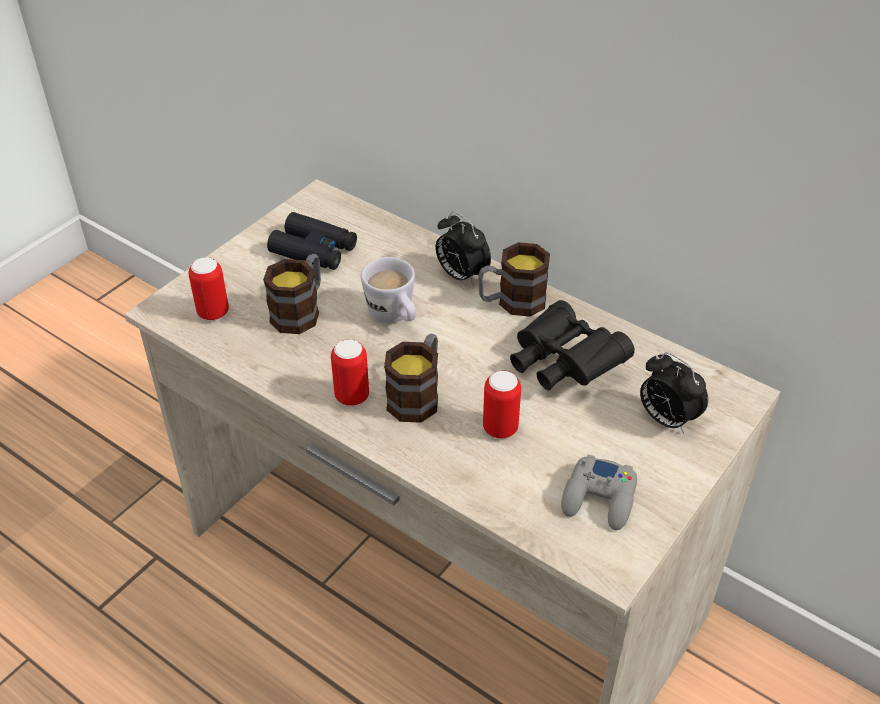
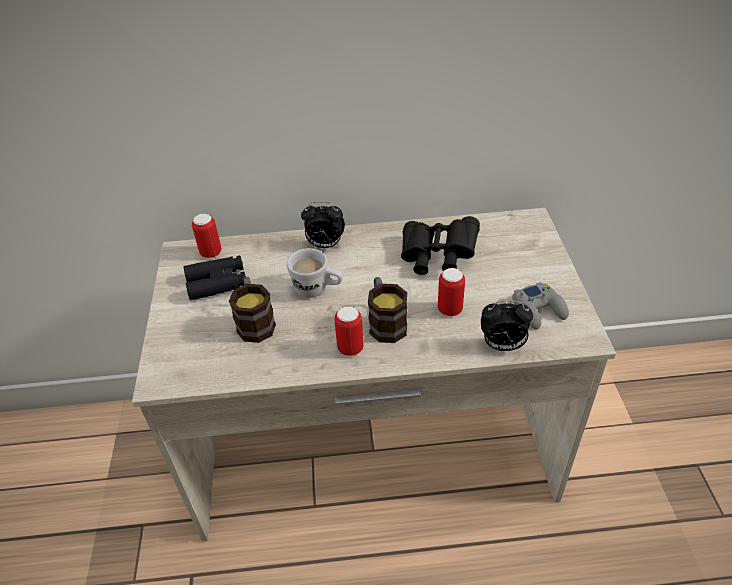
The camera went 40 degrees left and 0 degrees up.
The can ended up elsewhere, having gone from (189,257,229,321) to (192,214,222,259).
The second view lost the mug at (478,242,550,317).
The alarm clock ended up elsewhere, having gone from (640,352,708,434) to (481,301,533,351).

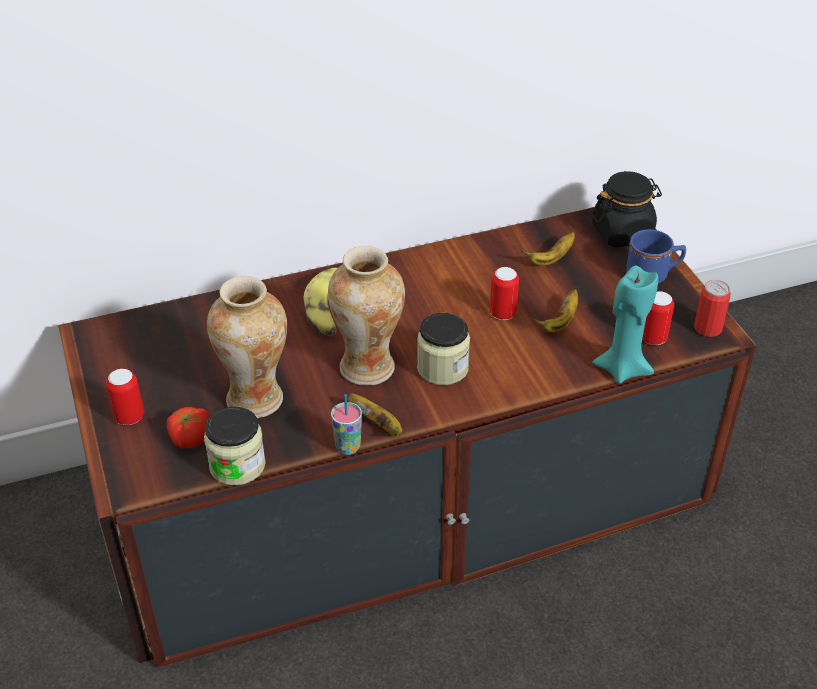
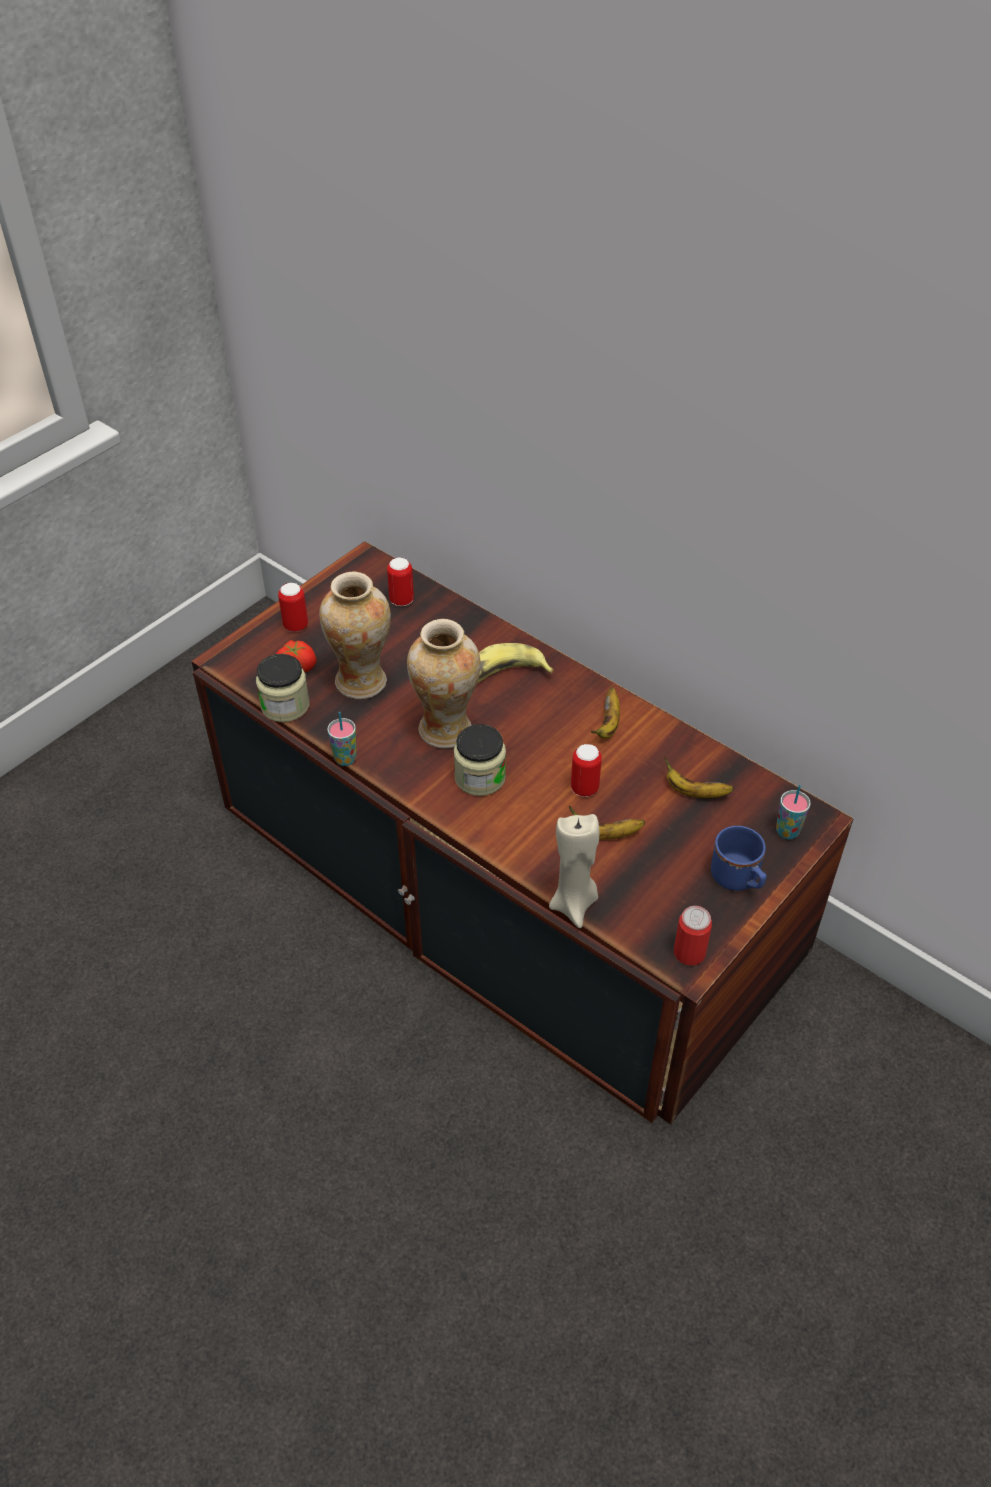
The camera went 60 degrees right and 5 degrees up.
The banana ended up elsewhere, having gone from (347,393,402,436) to (591,688,620,739).
Where the black jar stood at (592,171,662,247), the cup came to stand at (776,785,811,840).
What was the turquoise candle at (592,266,658,384) turned into the beige candle at (549,814,599,928).
The can ended up elsewhere, having gone from (642,291,674,345) to (387,558,414,606).

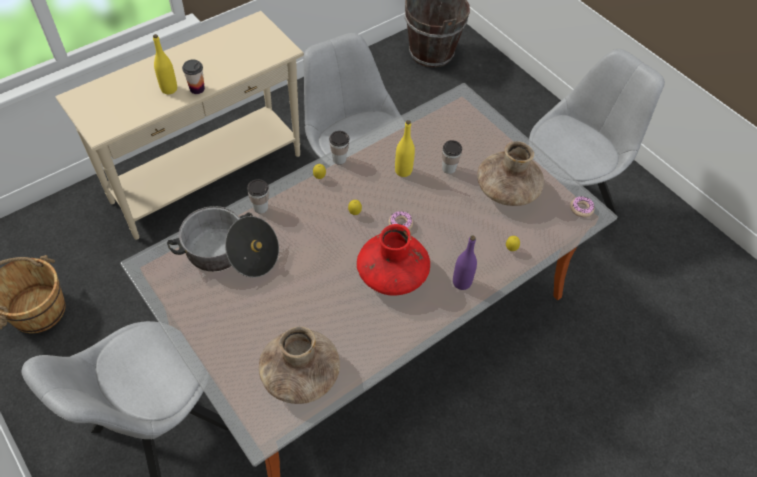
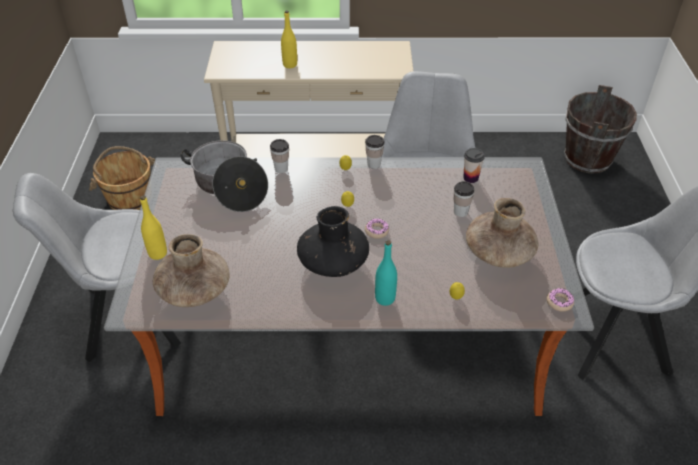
The camera went 40 degrees right and 10 degrees down.
The cup ended up elsewhere, having gone from (182,59,205,94) to (463,148,485,183).
What was the red vase at (357,224,430,296) turned into the black vase at (297,206,369,277).
The yellow bottle ended up elsewhere, having gone from (395,120,415,177) to (140,196,167,260).
What was the purple bottle at (453,236,477,290) turned into the turquoise bottle at (375,240,397,306).

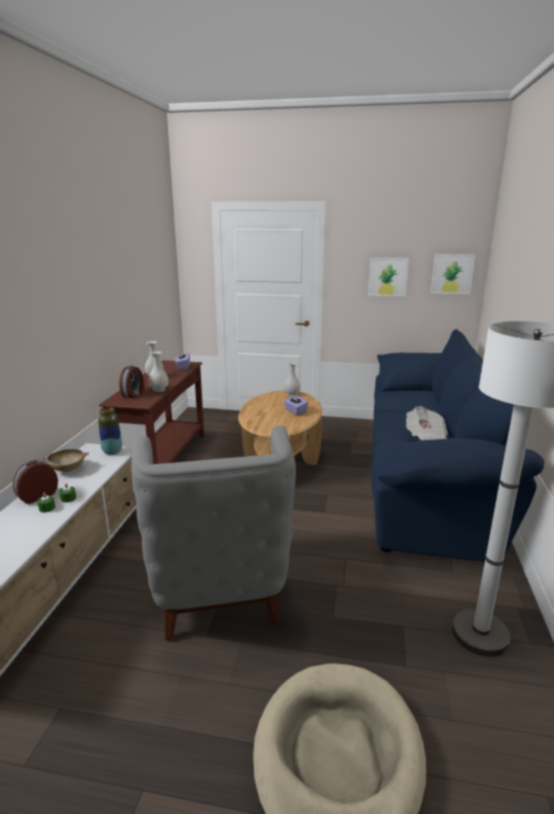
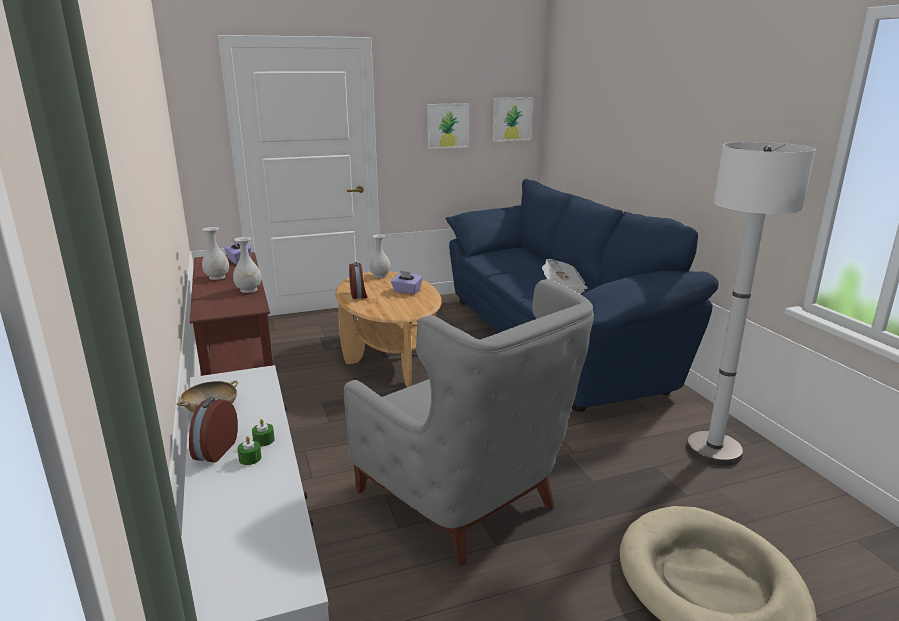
The camera went 30 degrees left and 0 degrees up.
The second view lost the vase at (98,407,122,455).
The alarm clock ended up elsewhere, having gone from (119,365,145,398) to (349,262,368,299).

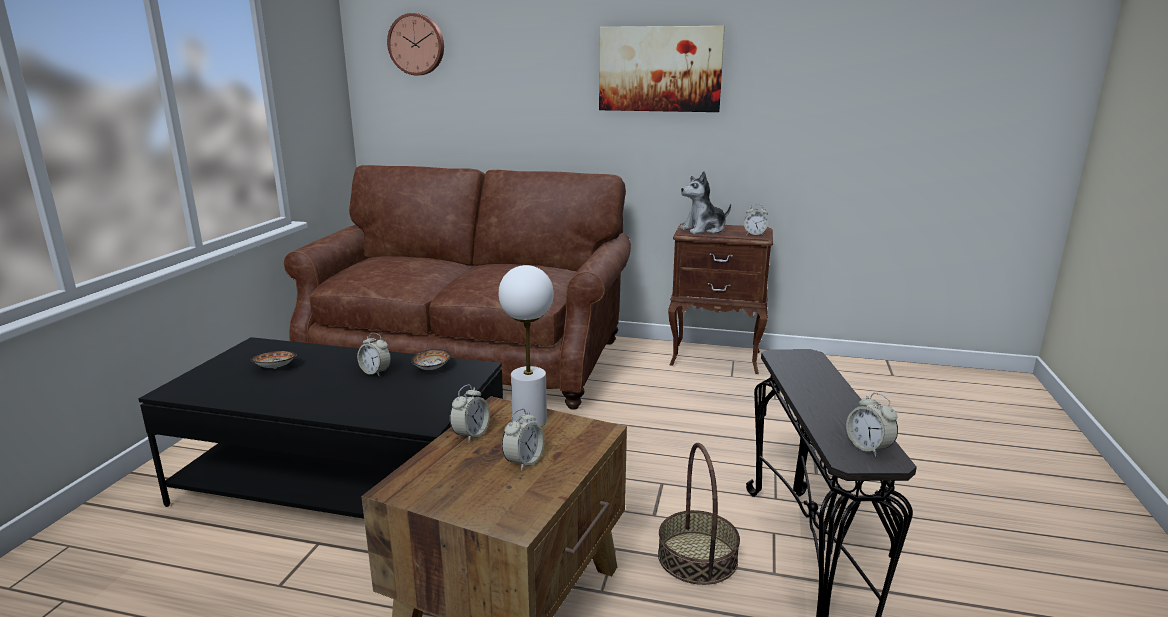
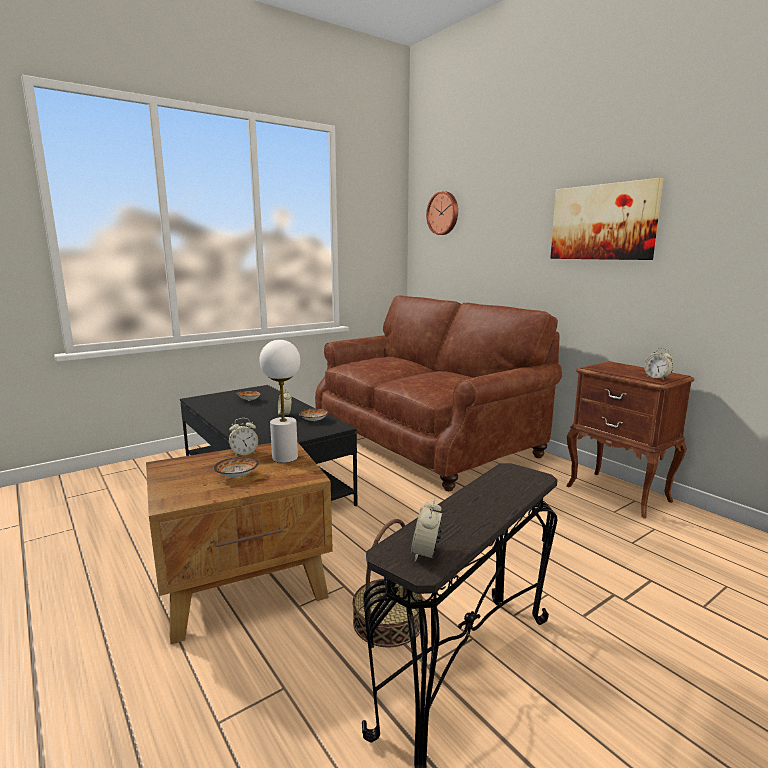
The camera went 40 degrees right and 5 degrees down.
Where the alarm clock stood at (502,408,545,471), the bowl came to stand at (214,457,259,477).
The second view lost the plush toy at (680,171,731,234).

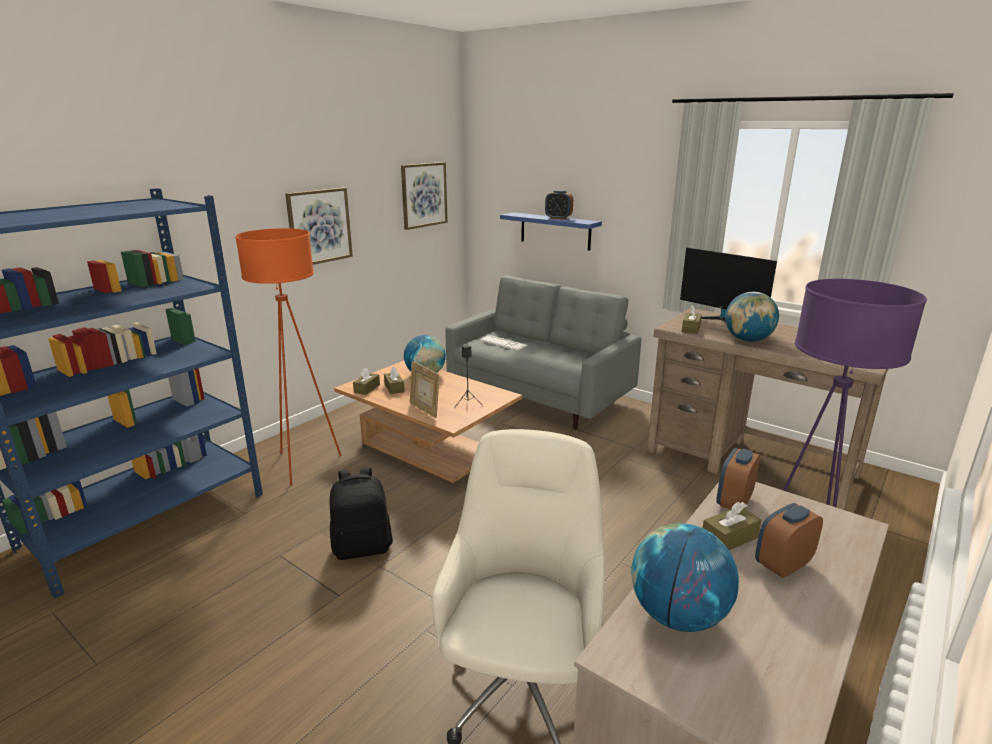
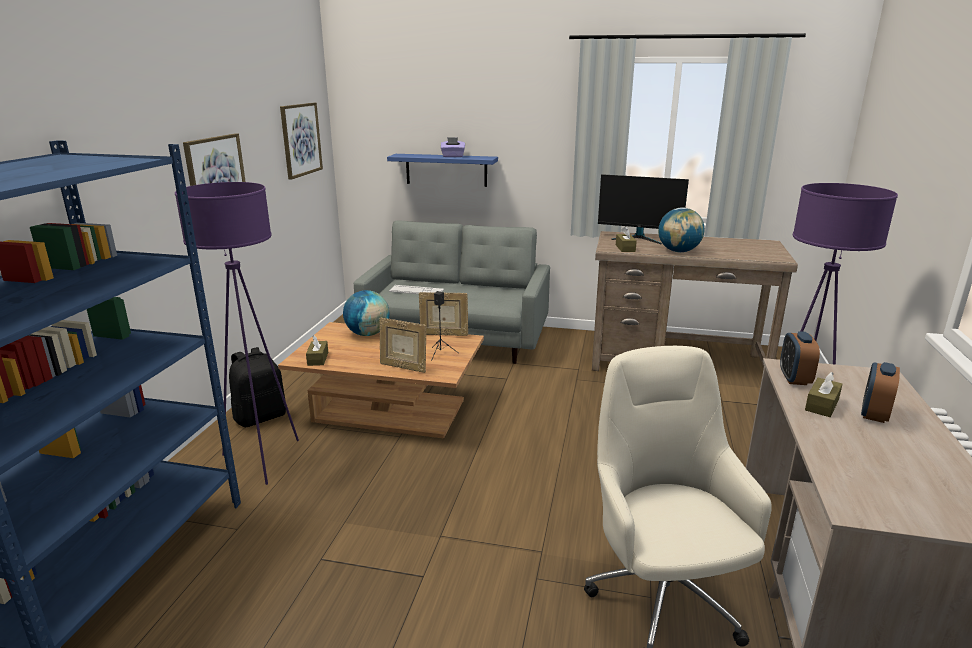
The camera went 25 degrees left and 0 degrees up.
What was the orange floor lamp at (235,228,341,485) turned into the purple floor lamp at (175,182,299,485).
The black backpack ended up elsewhere, having gone from (329,467,393,560) to (229,347,286,427).
The second view lost the brown tissue box at (384,367,405,394).
Where the alarm clock stood at (545,190,573,220), the purple tissue box came to stand at (441,137,465,157).
The second view lost the globe at (631,523,739,632).
The second view gained the picture frame at (419,292,468,336).

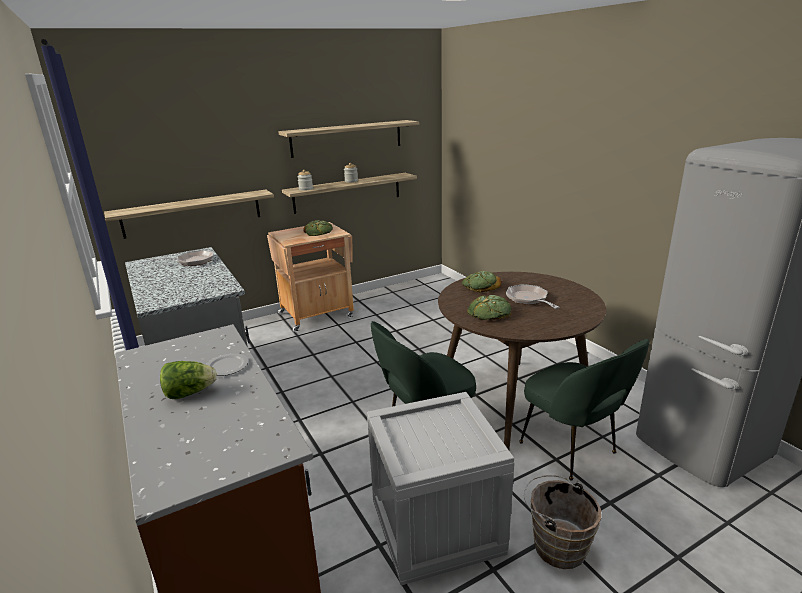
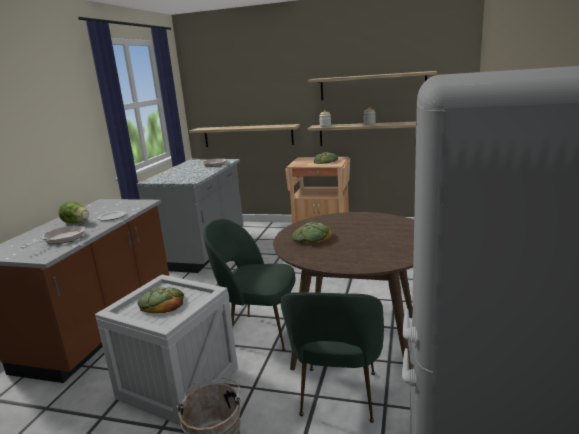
The camera went 45 degrees right and 5 degrees down.
The bread ended up elsewhere, having gone from (462,271,502,292) to (138,287,184,313).
The frying pan ended up elsewhere, having gone from (506,284,559,309) to (20,226,84,248).

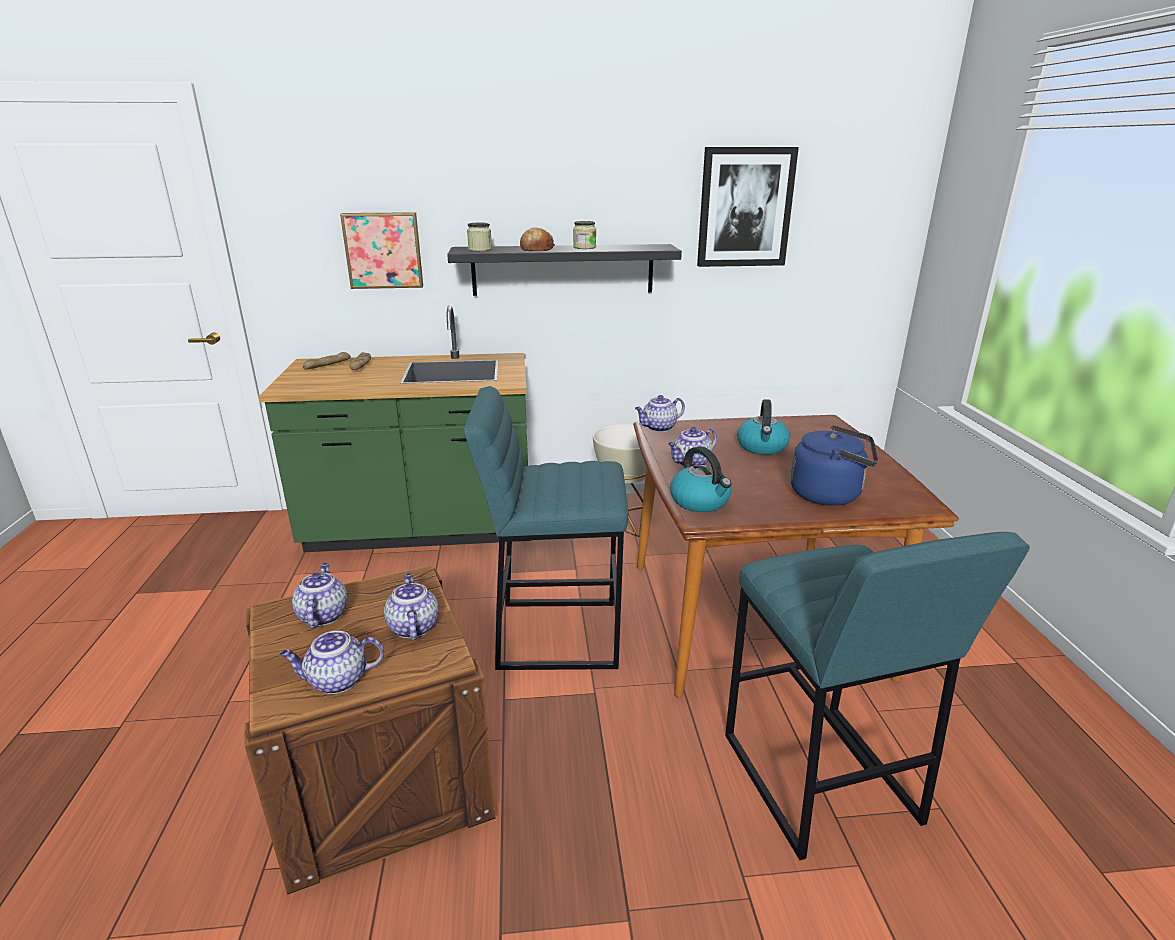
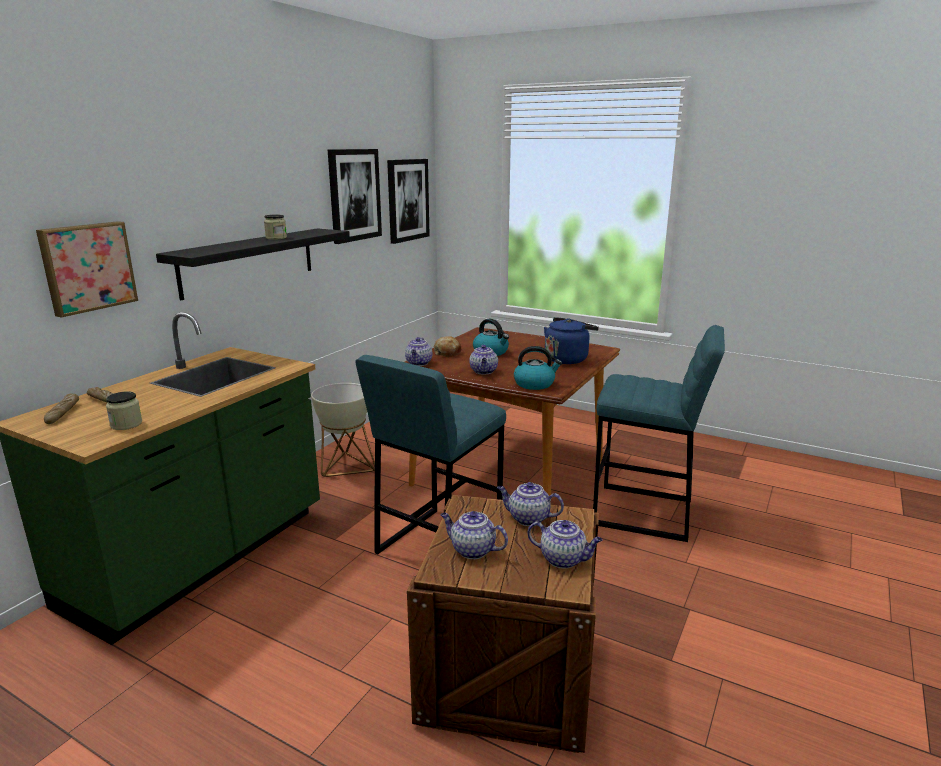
The camera went 55 degrees left and 5 degrees down.
The teapot at (280,631,384,694) ended up facing another way, 90 degrees counterclockwise from before.
The jar ended up elsewhere, having gone from (467,223,492,251) to (106,391,142,430).
The bread ended up elsewhere, having gone from (520,227,555,251) to (434,336,461,357).
The second view gained the picture at (387,159,430,244).

